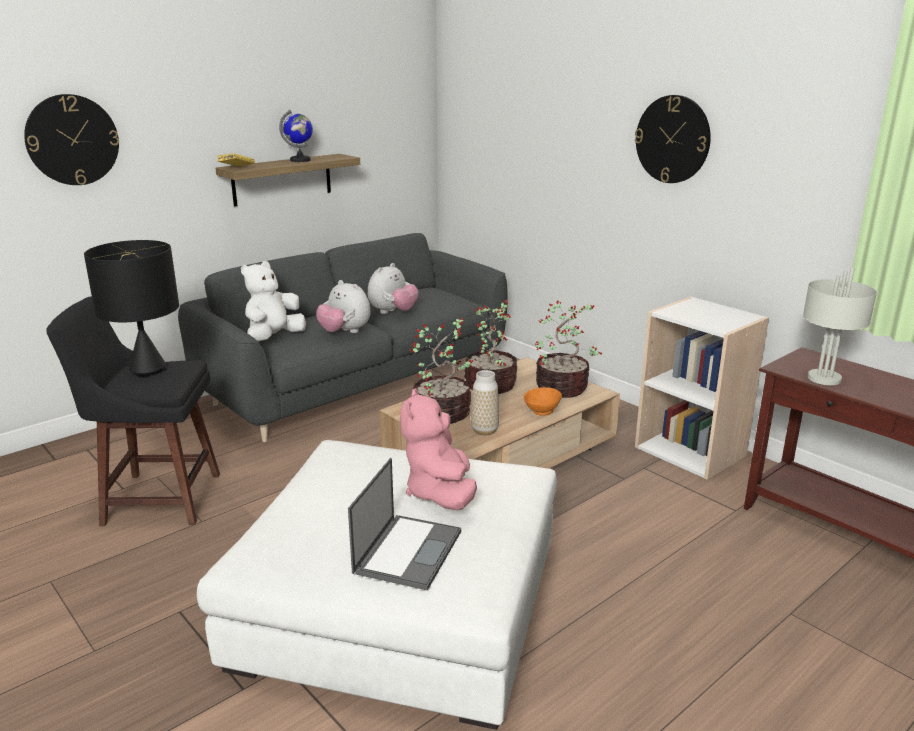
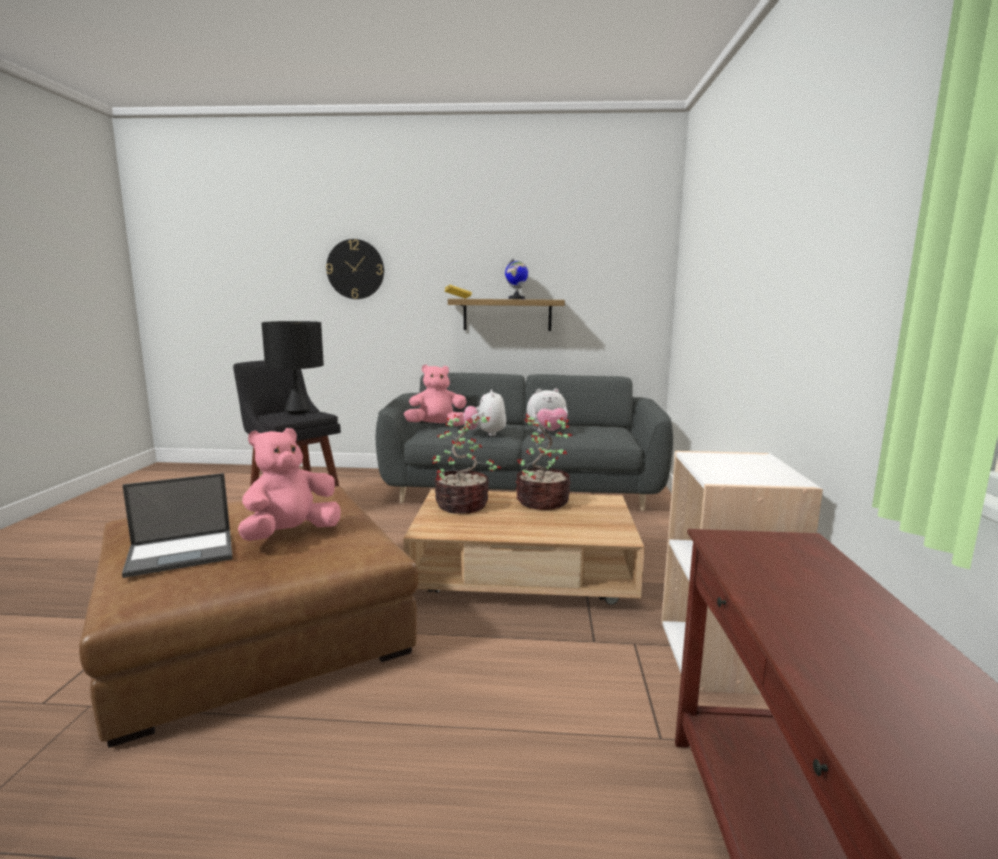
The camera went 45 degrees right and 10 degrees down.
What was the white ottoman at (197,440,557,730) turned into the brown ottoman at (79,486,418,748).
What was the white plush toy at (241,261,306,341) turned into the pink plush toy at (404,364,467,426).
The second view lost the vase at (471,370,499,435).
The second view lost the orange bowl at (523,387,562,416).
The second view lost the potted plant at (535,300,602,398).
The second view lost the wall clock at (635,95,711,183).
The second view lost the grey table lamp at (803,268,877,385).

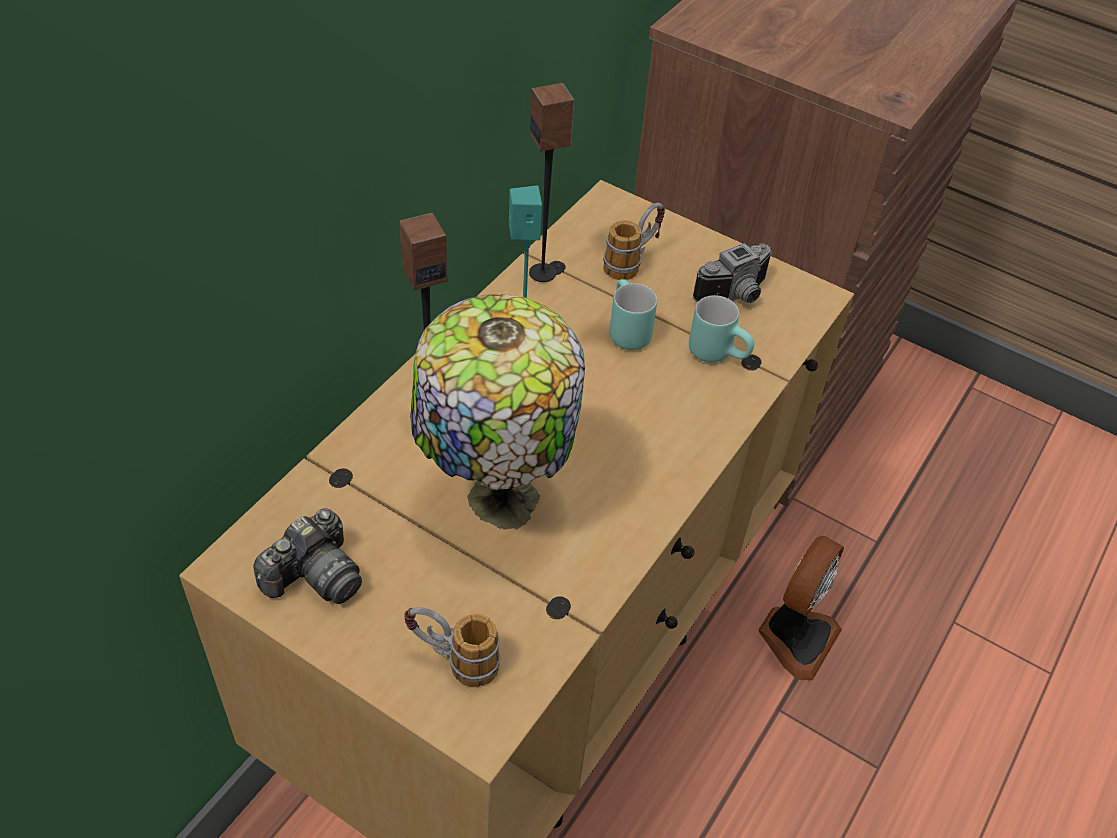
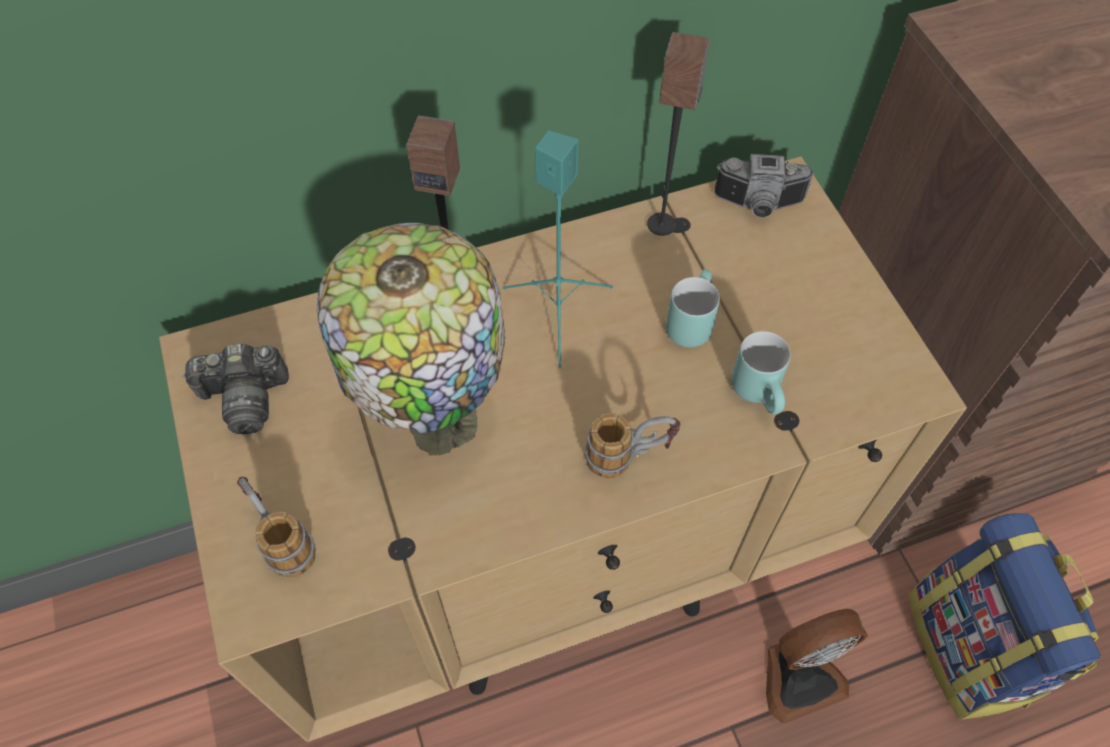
The camera went 40 degrees right and 10 degrees up.
The mug ended up elsewhere, having gone from (603,203,665,280) to (585,413,681,479).
The photo camera ended up elsewhere, having gone from (693,243,772,304) to (714,154,815,217).
The second view gained the backpack at (908,513,1101,720).

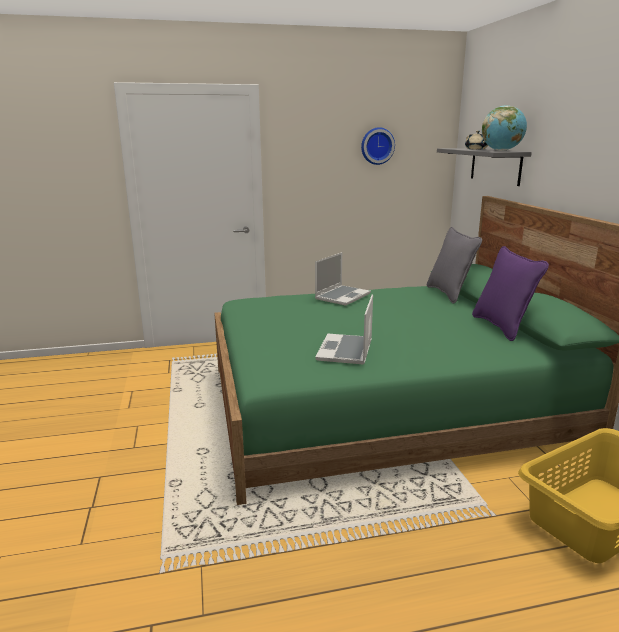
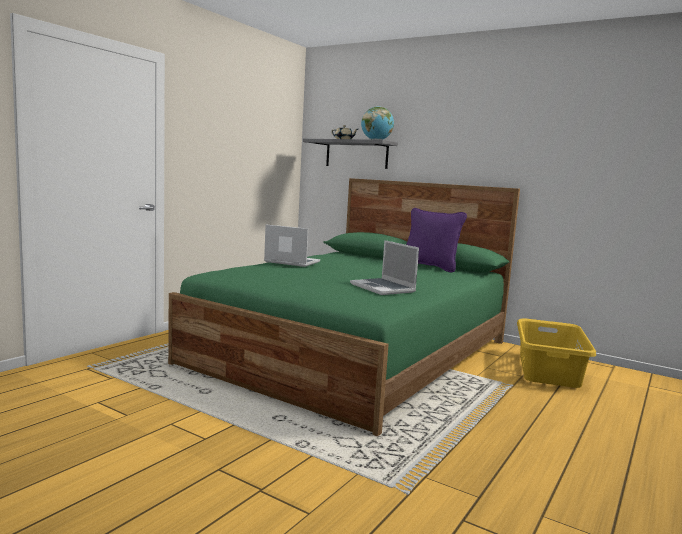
The camera went 45 degrees left and 10 degrees down.
The laptop at (315,252,371,306) ended up facing another way, 60 degrees counterclockwise from before.
The second view lost the wall clock at (361,127,395,165).
The second view lost the grey pillow at (427,227,482,304).

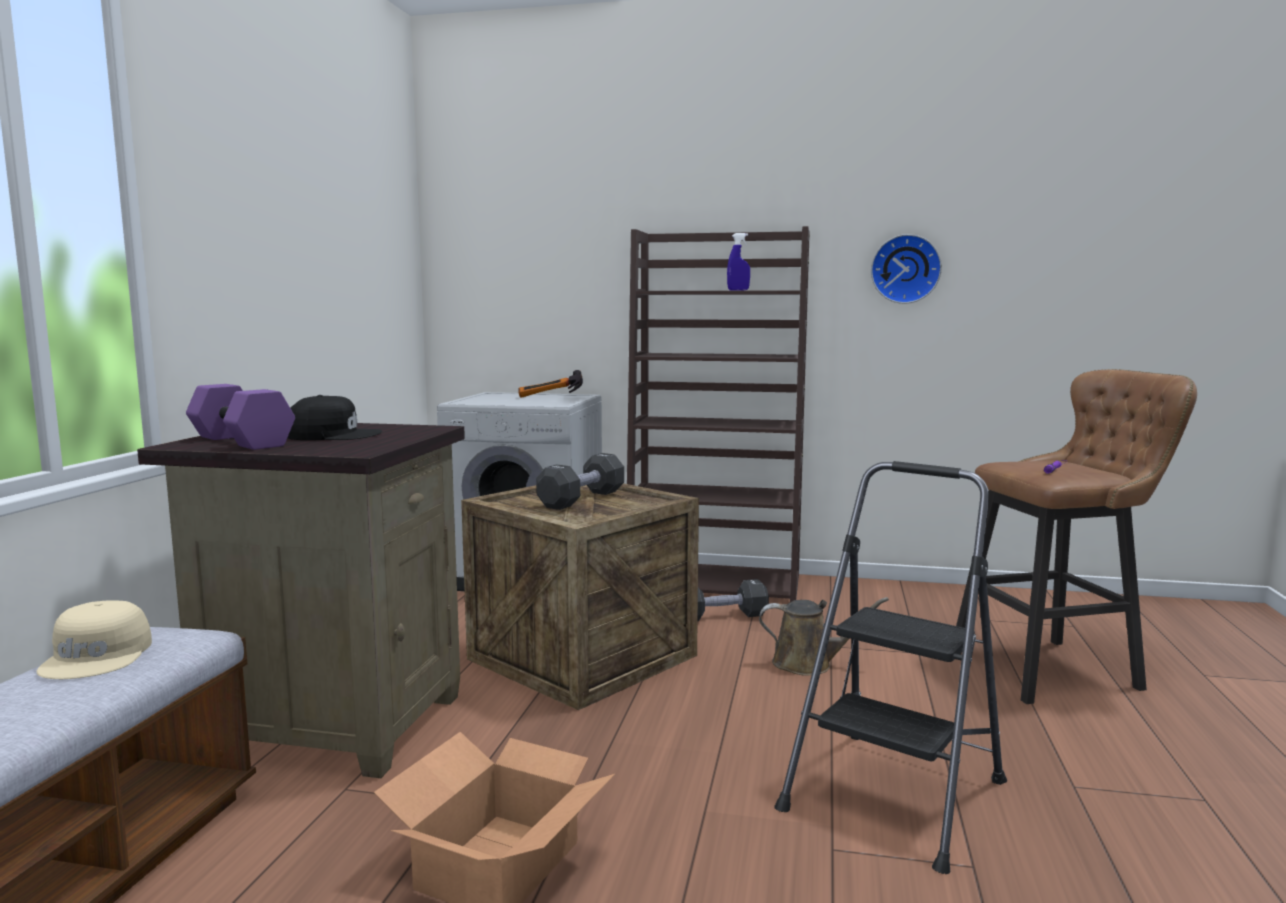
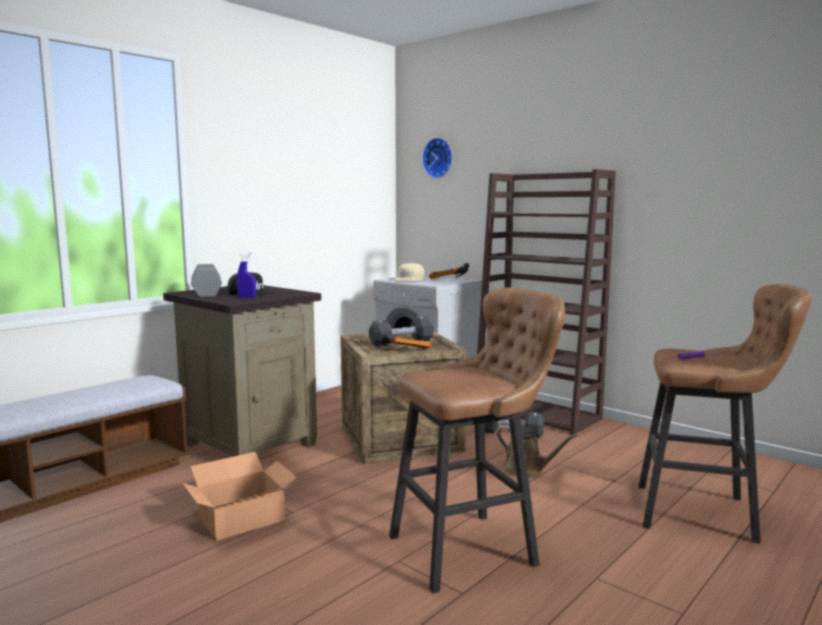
The camera went 30 degrees right and 0 degrees up.
The beige cap ended up elsewhere, having gone from (37,600,152,679) to (394,263,425,281).
What was the purple dumbbell at (186,384,295,450) turned into the grey dumbbell at (191,264,222,297).
The blue spray bottle ended up elsewhere, having gone from (727,233,750,290) to (237,252,256,298).
Where the black step ladder stood at (774,461,1007,874), the brown stool came to stand at (389,288,565,593).
The wall clock ended up elsewhere, having gone from (871,234,942,304) to (422,138,453,178).
The second view gained the hammer at (380,333,432,349).

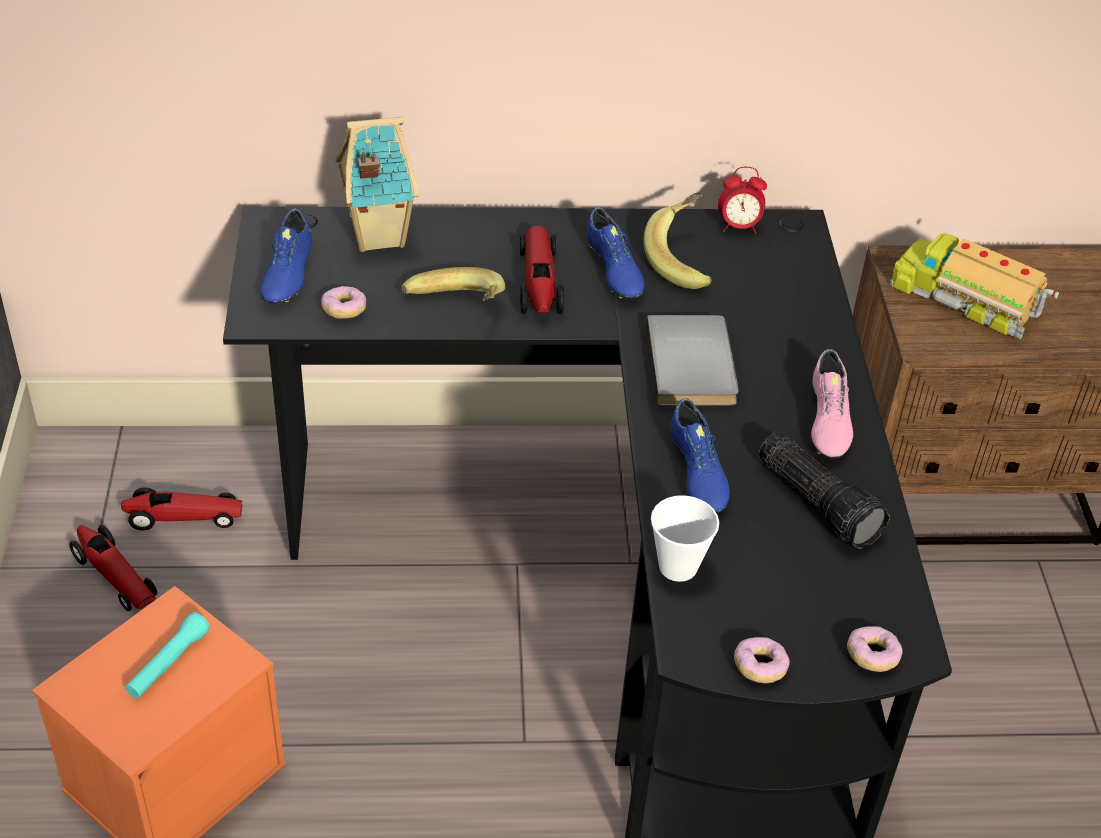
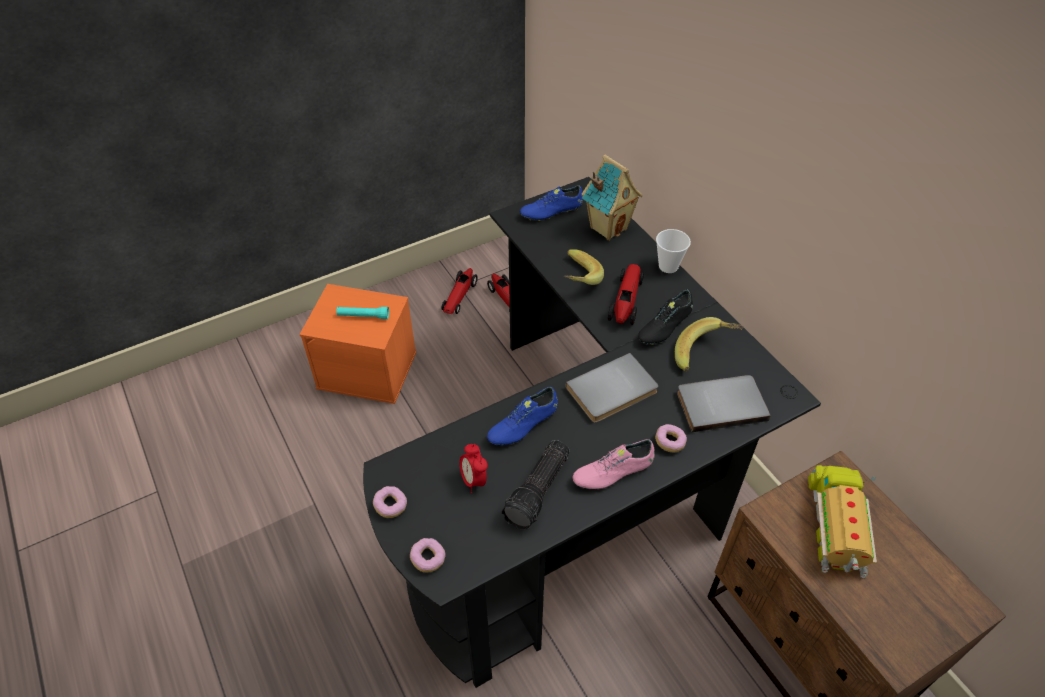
The camera went 65 degrees right and 5 degrees up.
The donut ended up elsewhere, having gone from (321,286,366,319) to (655,424,687,453).
The toy car at (520,226,564,314) ended up facing another way, 45 degrees counterclockwise from before.
What was the blue shoe at (587,207,645,299) turned into the black shoe at (638,290,693,345).
The cup ended up elsewhere, having gone from (651,495,719,582) to (656,229,691,273).
The alarm clock ended up elsewhere, having gone from (718,166,767,234) to (459,444,488,493).
The second view gained the grey book at (677,375,771,432).

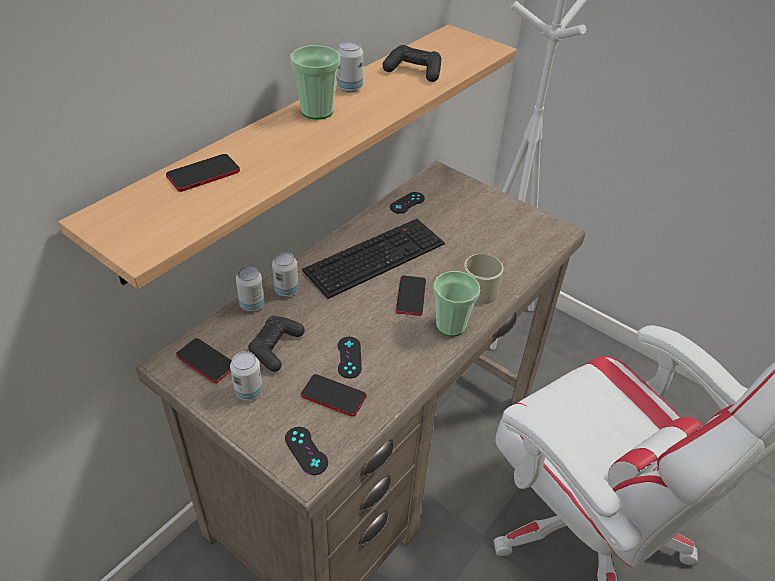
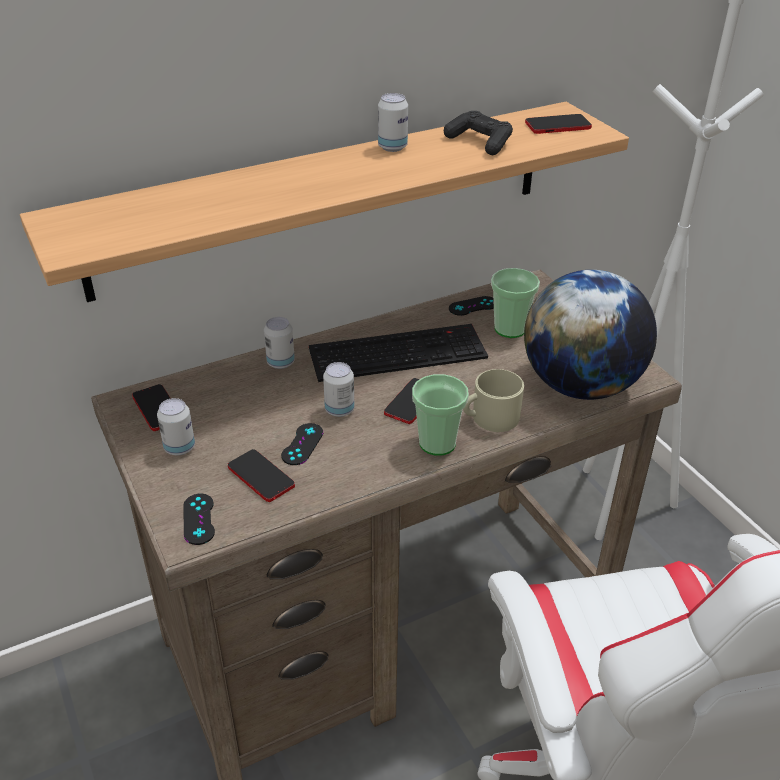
The camera went 25 degrees right and 5 degrees down.
The phone ended up elsewhere, having gone from (166,154,240,192) to (525,114,592,134).
The can ended up elsewhere, having gone from (236,266,265,311) to (323,362,355,417).
The second view lost the black game controller at (248,316,305,372).
The cup ended up elsewhere, having gone from (291,45,341,120) to (491,268,540,338).
The second view gained the globe at (524,270,657,400).

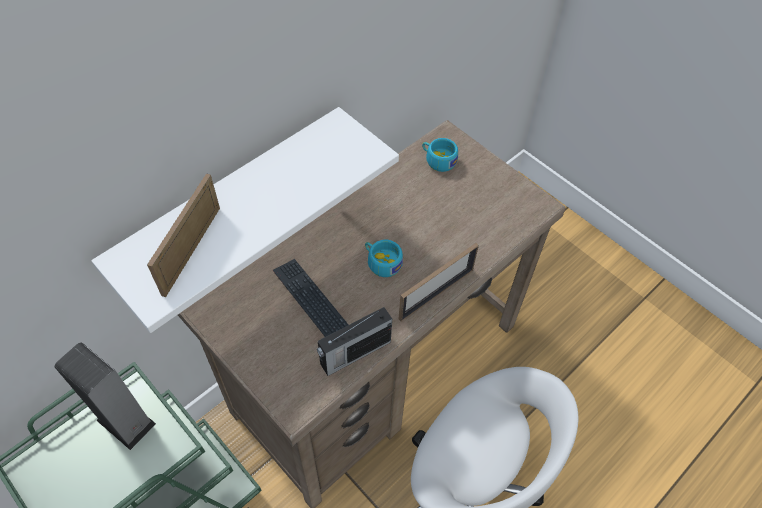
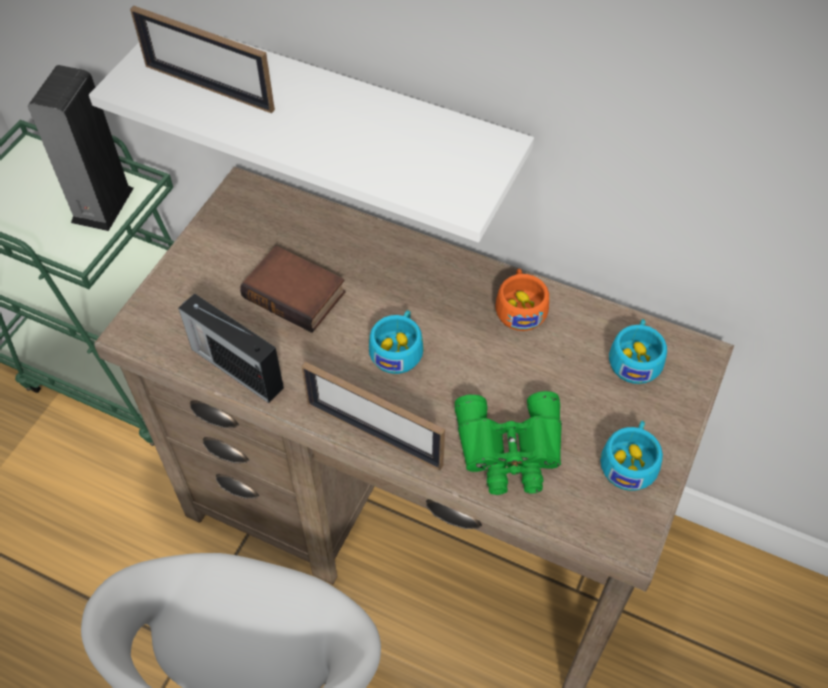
The camera went 70 degrees right and 0 degrees up.
The picture frame at (147,173,220,297) ended up facing another way, 150 degrees counterclockwise from before.
Where the keyboard stood at (273,259,348,337), the book came to stand at (240,246,345,333).
The second view gained the green binoculars at (455,391,562,495).
The second view gained the orange cup at (495,269,549,331).
The second view gained the turquoise cup at (600,421,663,491).

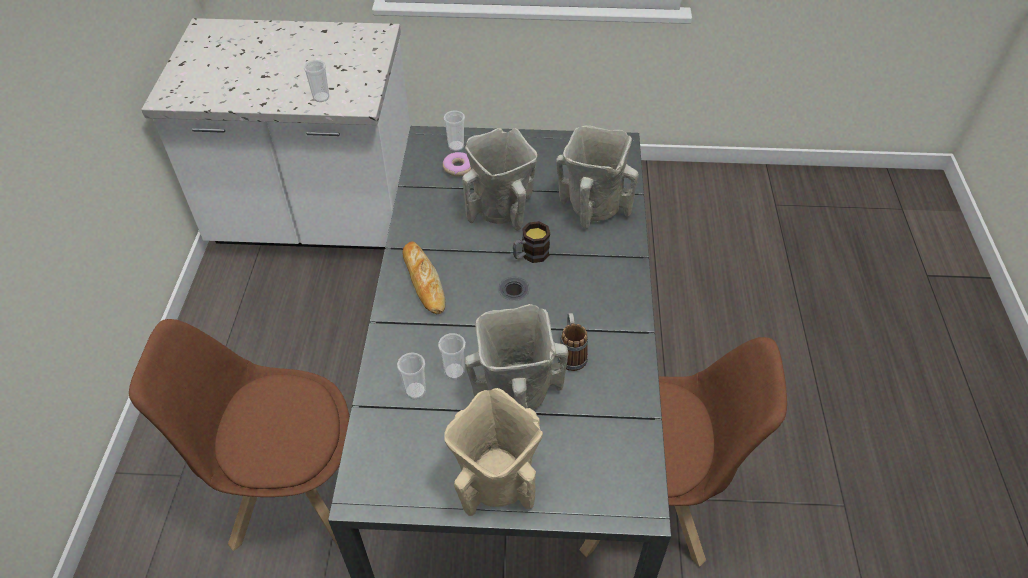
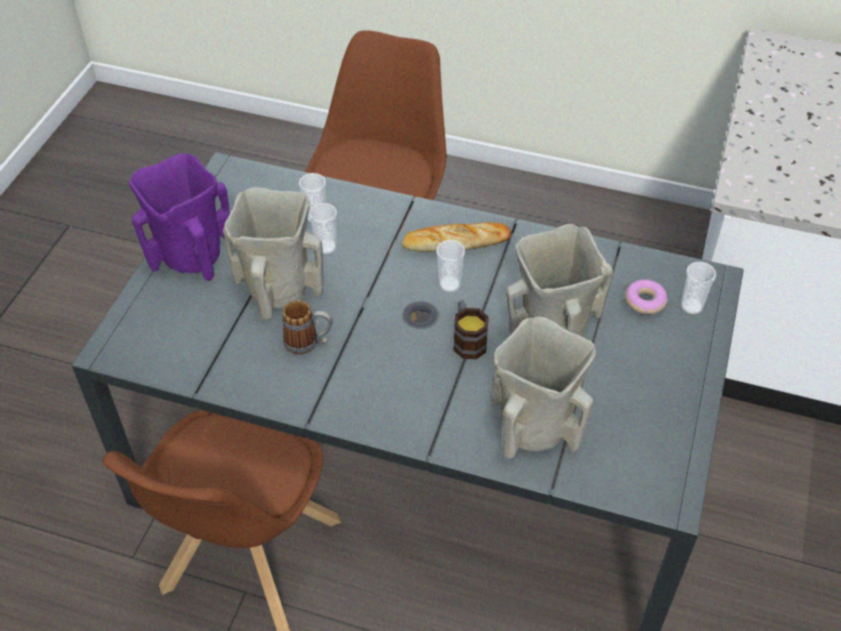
The camera went 105 degrees right and 0 degrees up.
The cup ended up elsewhere, having gone from (304,60,329,102) to (436,240,465,292).
What was the beige vase at (444,388,543,516) turned into the purple vase at (129,153,230,281).

